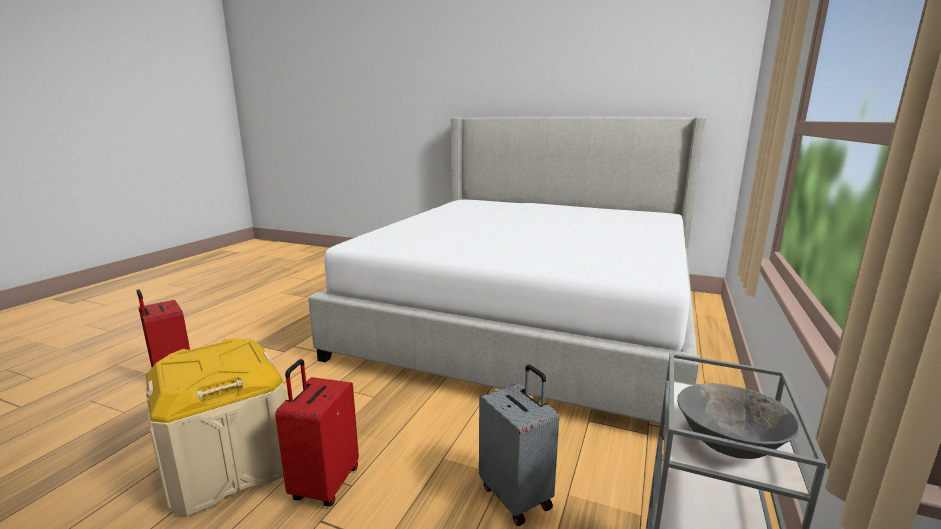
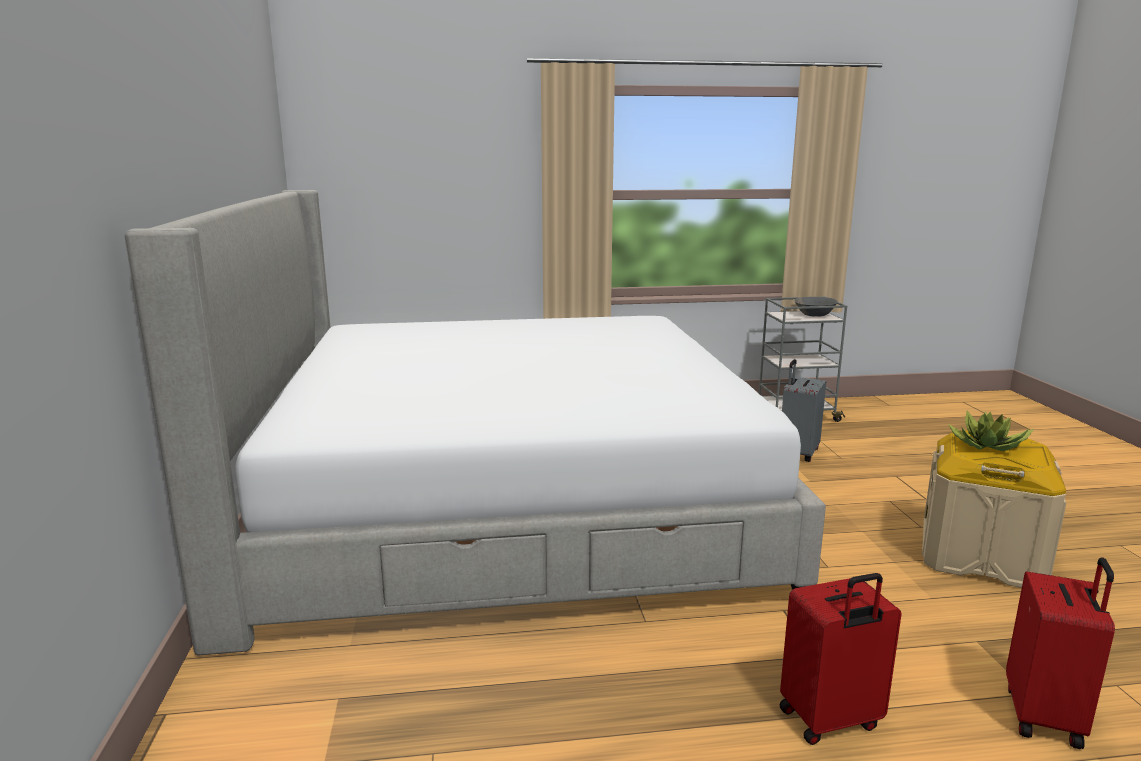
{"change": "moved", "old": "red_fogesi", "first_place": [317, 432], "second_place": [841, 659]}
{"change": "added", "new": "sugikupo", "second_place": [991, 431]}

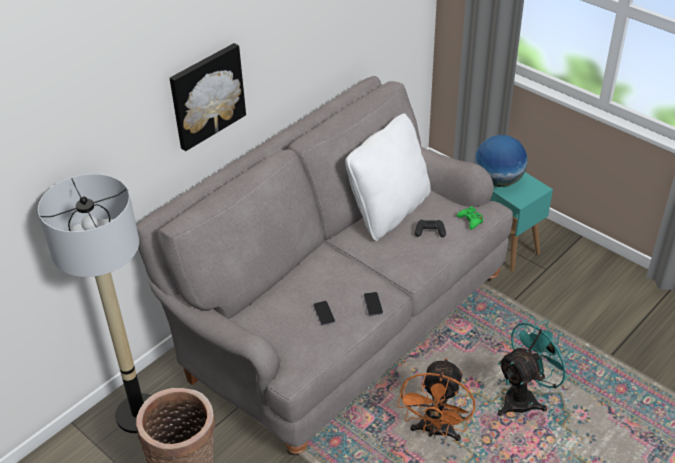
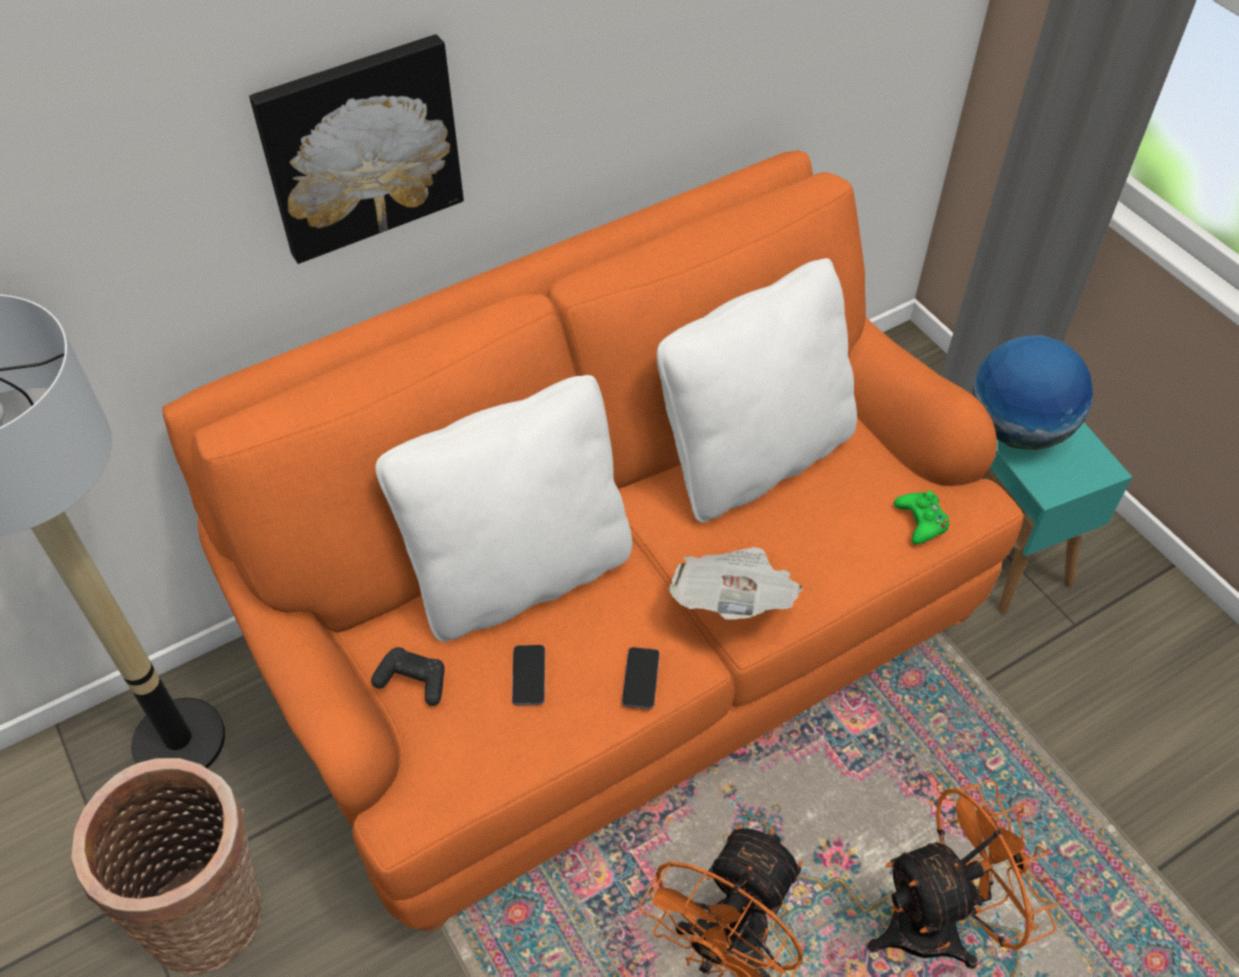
{"change": "recoloured", "old": "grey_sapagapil", "new": "orange_sapagapil", "first_place": [324, 265], "second_place": [593, 541]}
{"change": "moved", "old": "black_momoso", "first_place": [430, 228], "second_place": [408, 676]}
{"change": "added", "new": "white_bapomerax", "second_place": [503, 508]}
{"change": "added", "new": "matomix", "second_place": [735, 583]}
{"change": "recoloured", "old": "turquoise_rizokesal", "new": "orange_rizokesal", "first_place": [536, 366], "second_place": [965, 874]}

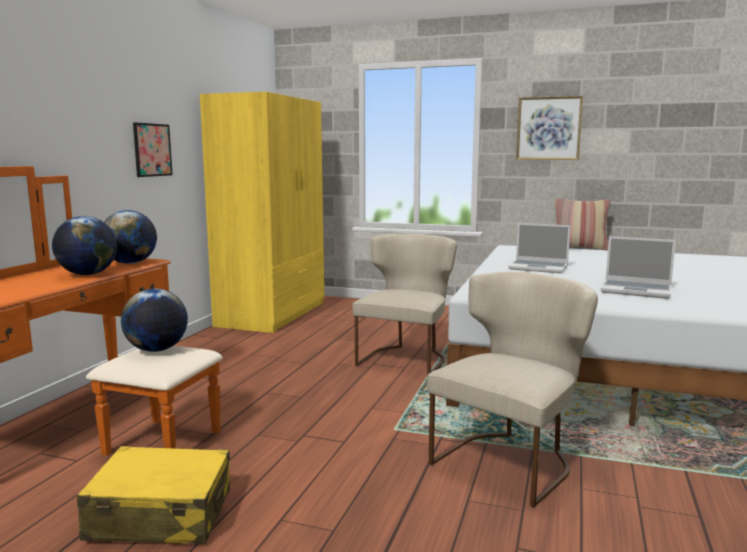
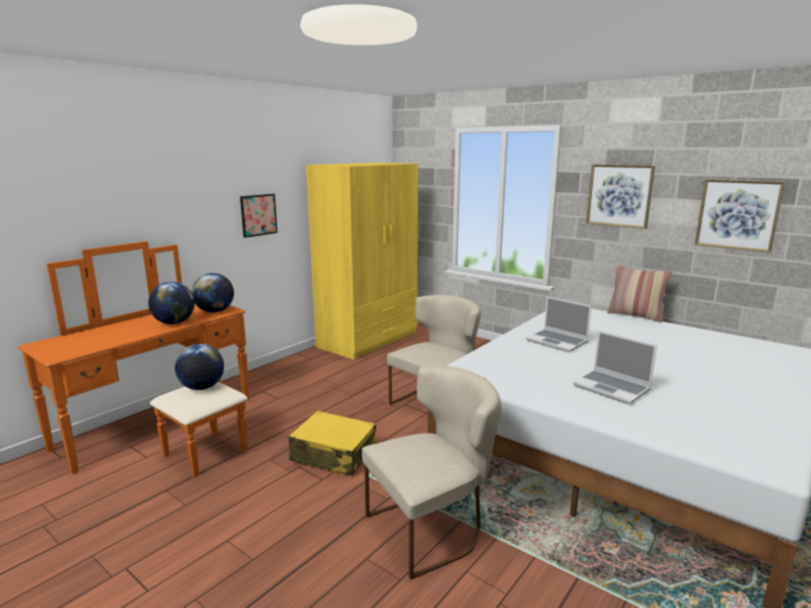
{"change": "moved", "old": "yellow_fogesi", "first_place": [153, 495], "second_place": [332, 443]}
{"change": "added", "new": "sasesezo", "second_place": [740, 216]}

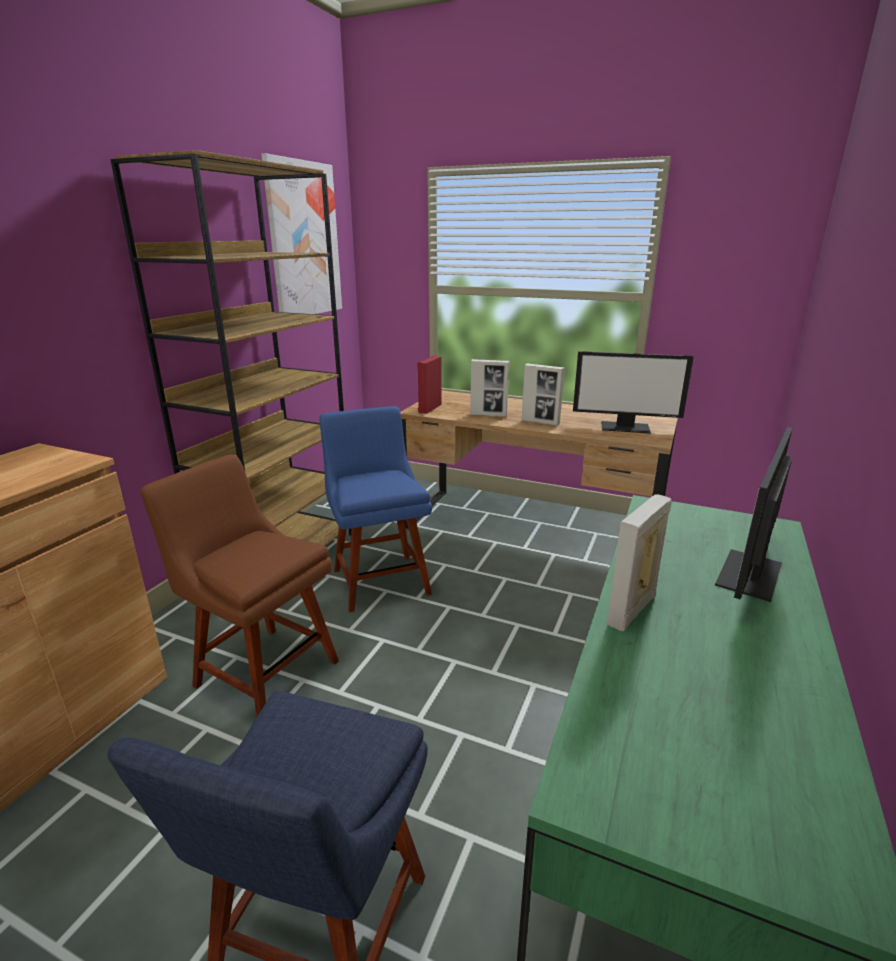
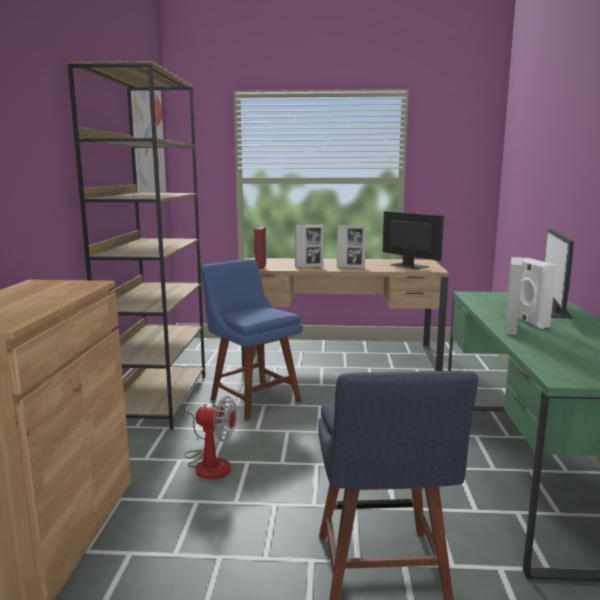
{"change": "replaced", "old": "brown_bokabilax", "new": "rizokesal", "first_place": [239, 585], "second_place": [211, 437]}
{"change": "turned", "old": "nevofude", "first_place": [633, 392], "second_place": [413, 240], "degrees": -120}
{"change": "added", "new": "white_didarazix", "second_place": [537, 293]}

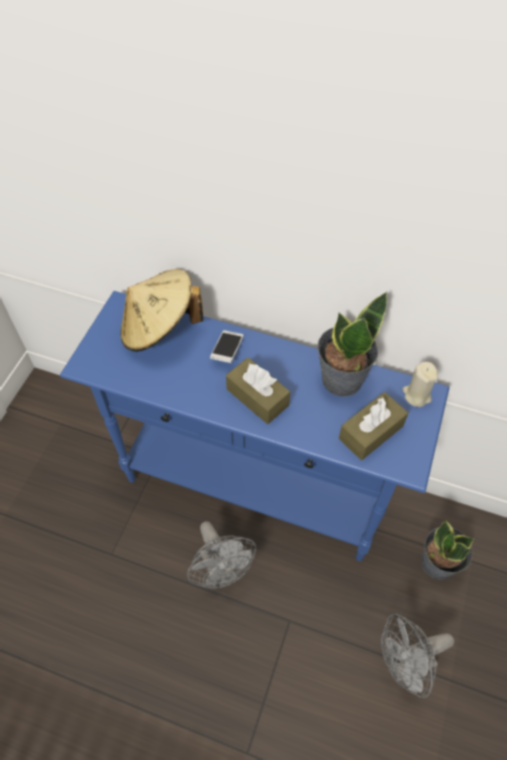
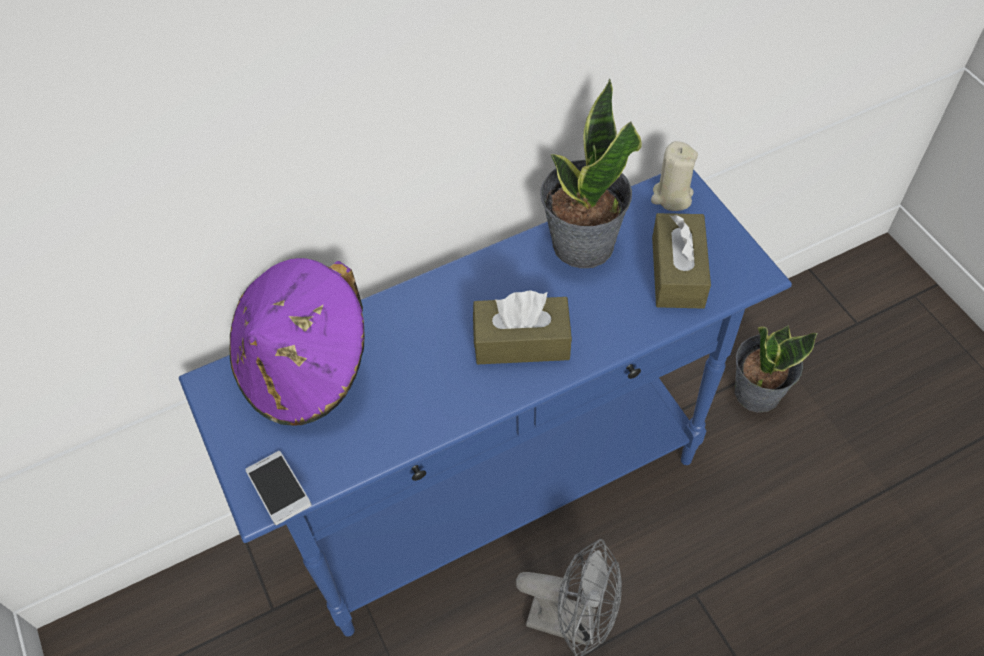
{"change": "recoloured", "old": "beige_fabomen", "new": "purple_fabomen", "first_place": [162, 310], "second_place": [297, 342]}
{"change": "moved", "old": "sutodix", "first_place": [226, 346], "second_place": [278, 488]}
{"change": "removed", "old": "grey_rizokesal", "first_place": [417, 655]}

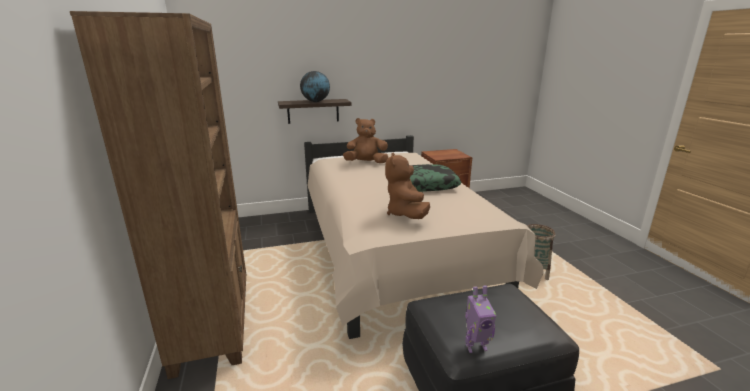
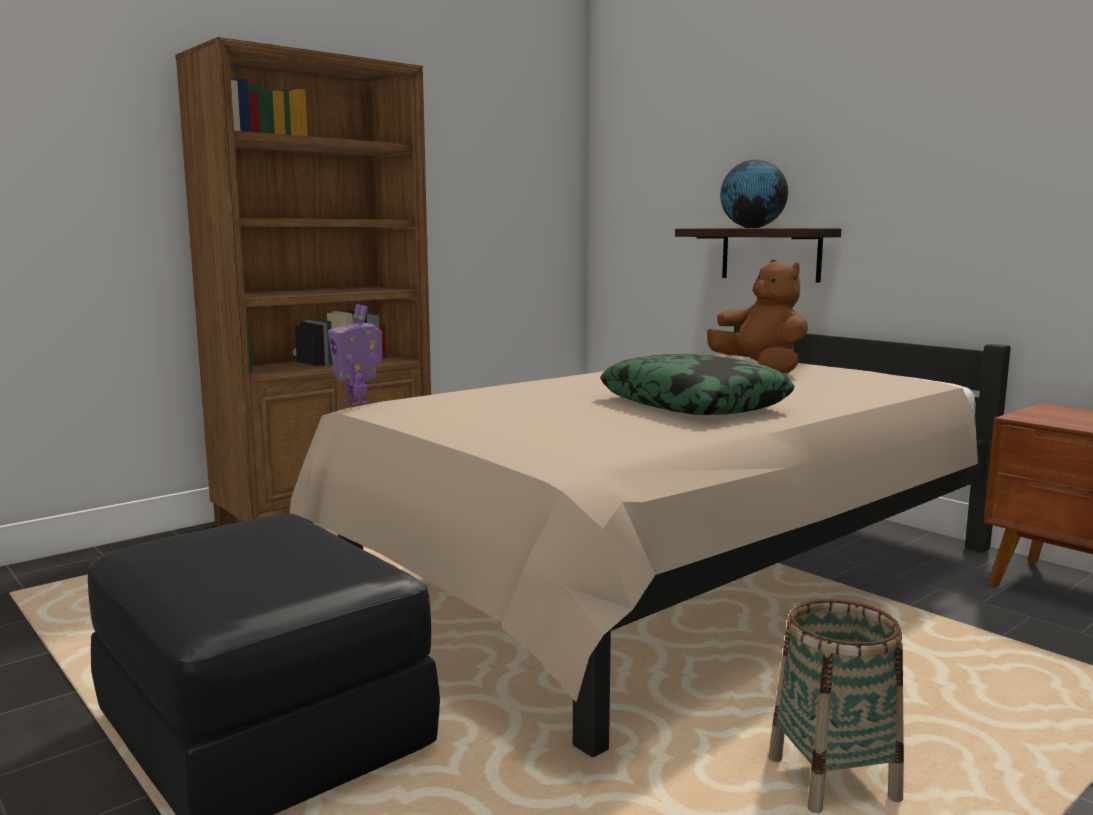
{"change": "moved", "old": "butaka", "first_place": [480, 319], "second_place": [355, 355]}
{"change": "removed", "old": "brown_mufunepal", "first_place": [407, 185]}

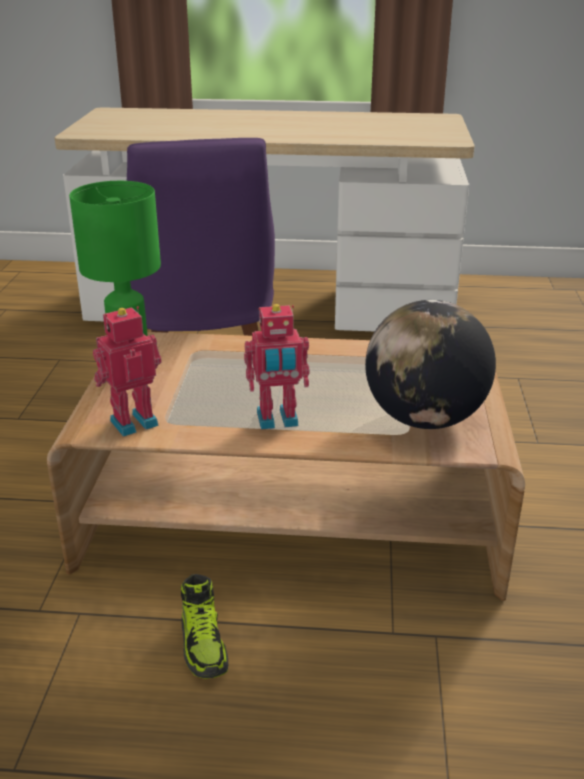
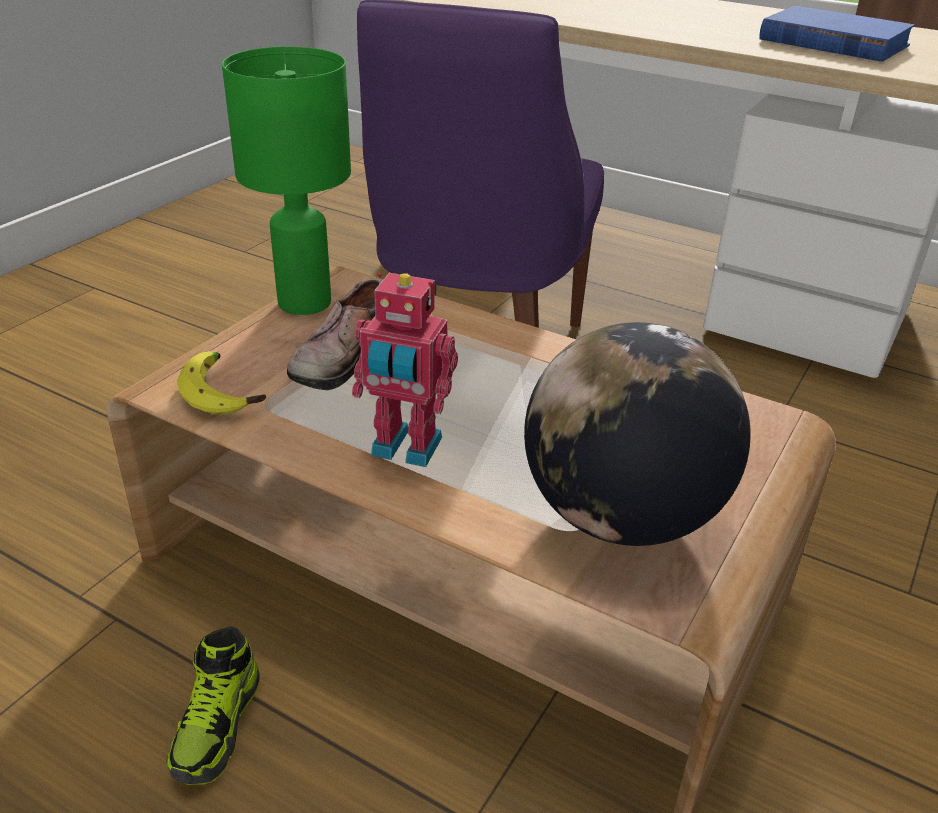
{"change": "replaced", "old": "butaka", "new": "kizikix", "first_place": [127, 371], "second_place": [221, 382]}
{"change": "added", "new": "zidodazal", "second_place": [334, 334]}
{"change": "added", "new": "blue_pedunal", "second_place": [837, 34]}

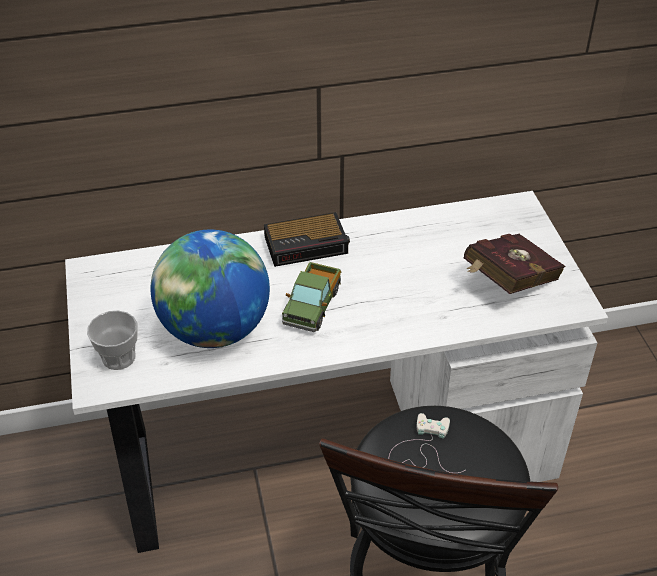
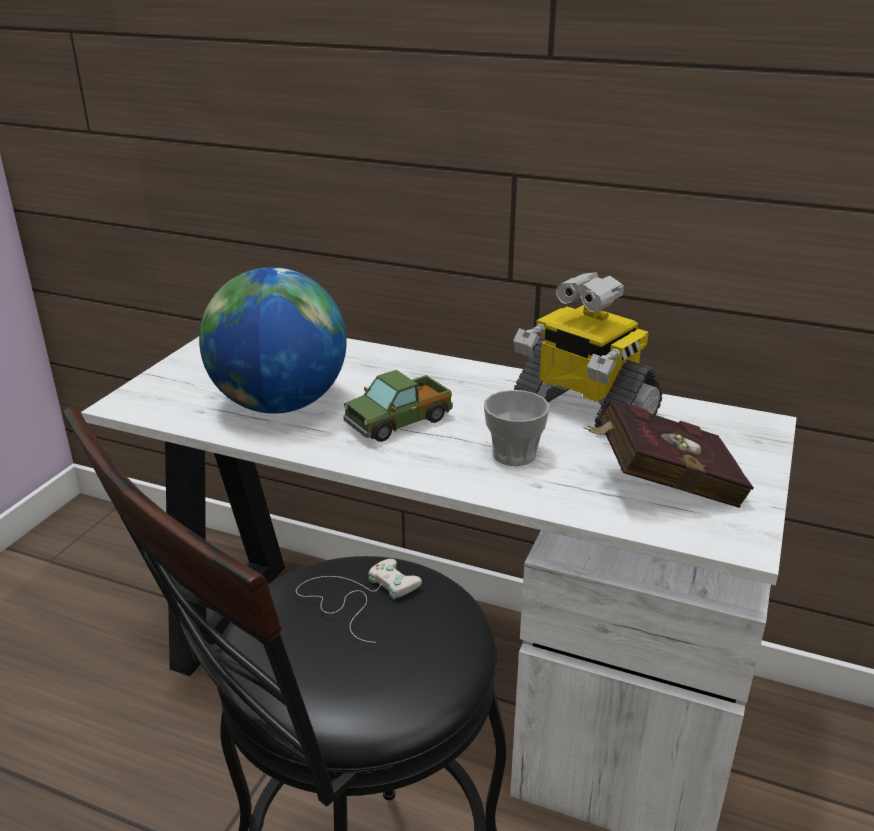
{"change": "moved", "old": "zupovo", "first_place": [112, 340], "second_place": [516, 428]}
{"change": "added", "new": "butaka", "second_place": [588, 353]}
{"change": "removed", "old": "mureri", "first_place": [307, 239]}

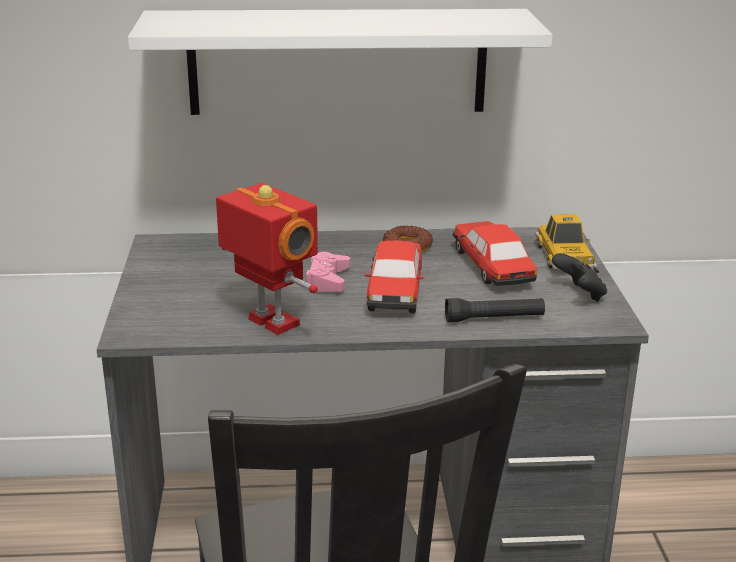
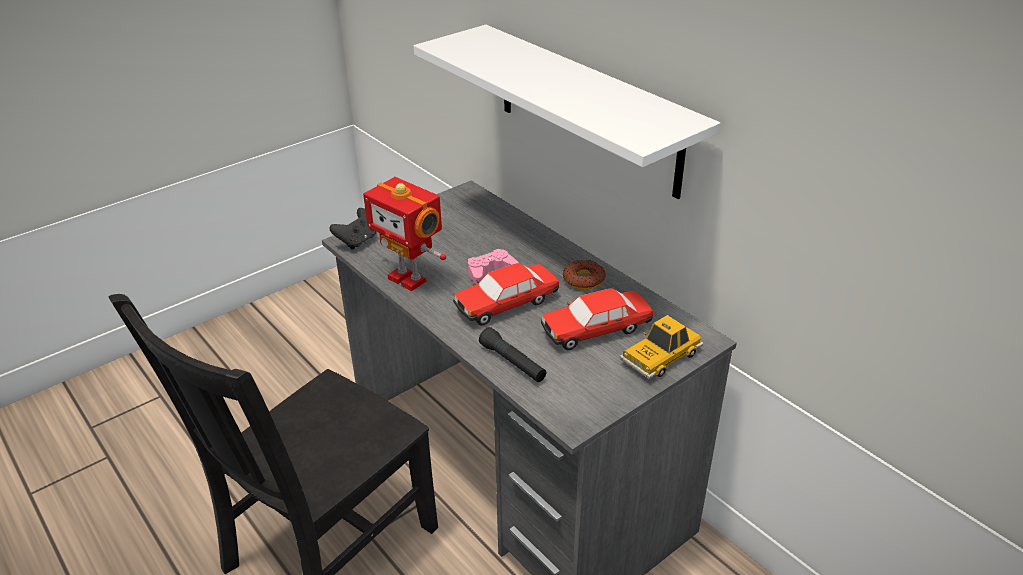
{"change": "moved", "old": "black_momoso", "first_place": [579, 277], "second_place": [352, 229]}
{"change": "turned", "old": "butaka", "first_place": [267, 259], "second_place": [404, 234], "degrees": 120}
{"change": "turned", "old": "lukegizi", "first_place": [495, 253], "second_place": [597, 319], "degrees": -150}

